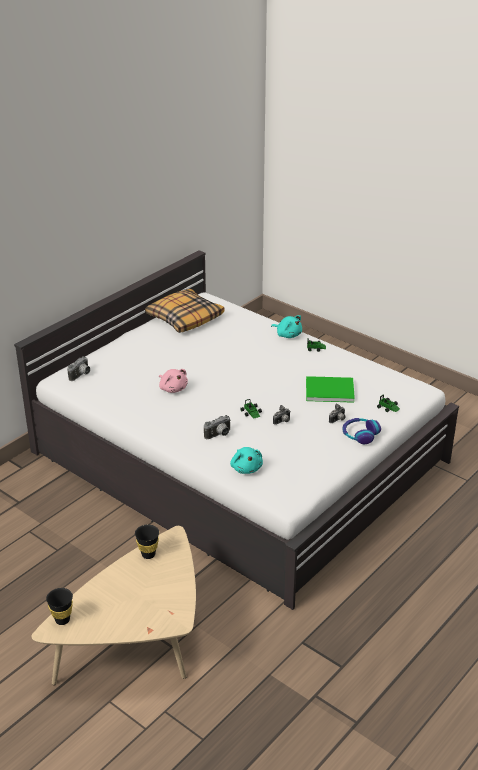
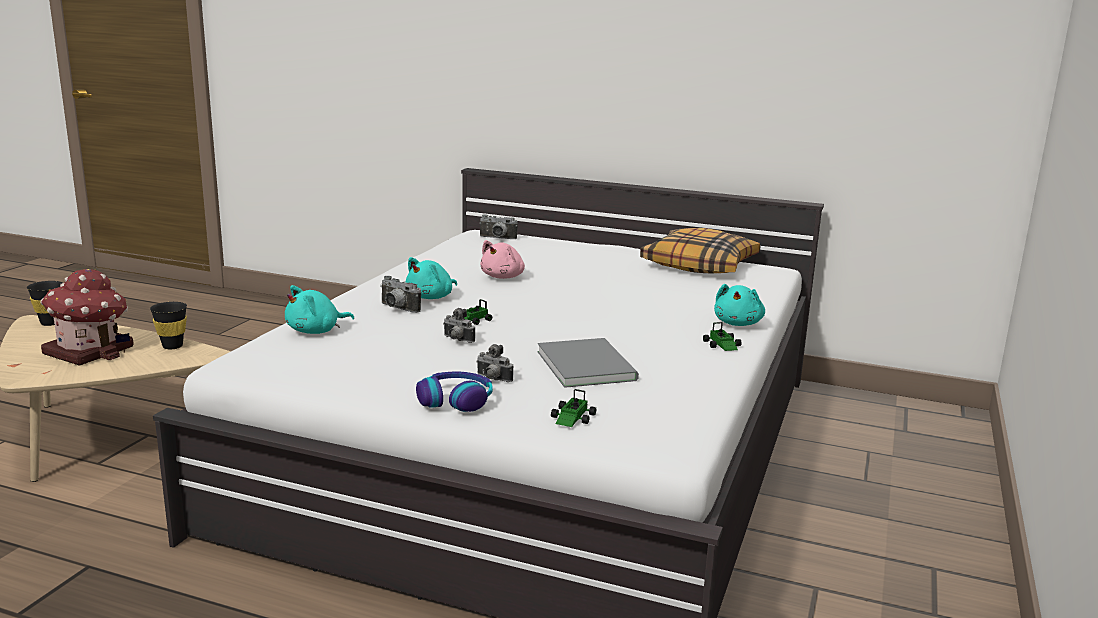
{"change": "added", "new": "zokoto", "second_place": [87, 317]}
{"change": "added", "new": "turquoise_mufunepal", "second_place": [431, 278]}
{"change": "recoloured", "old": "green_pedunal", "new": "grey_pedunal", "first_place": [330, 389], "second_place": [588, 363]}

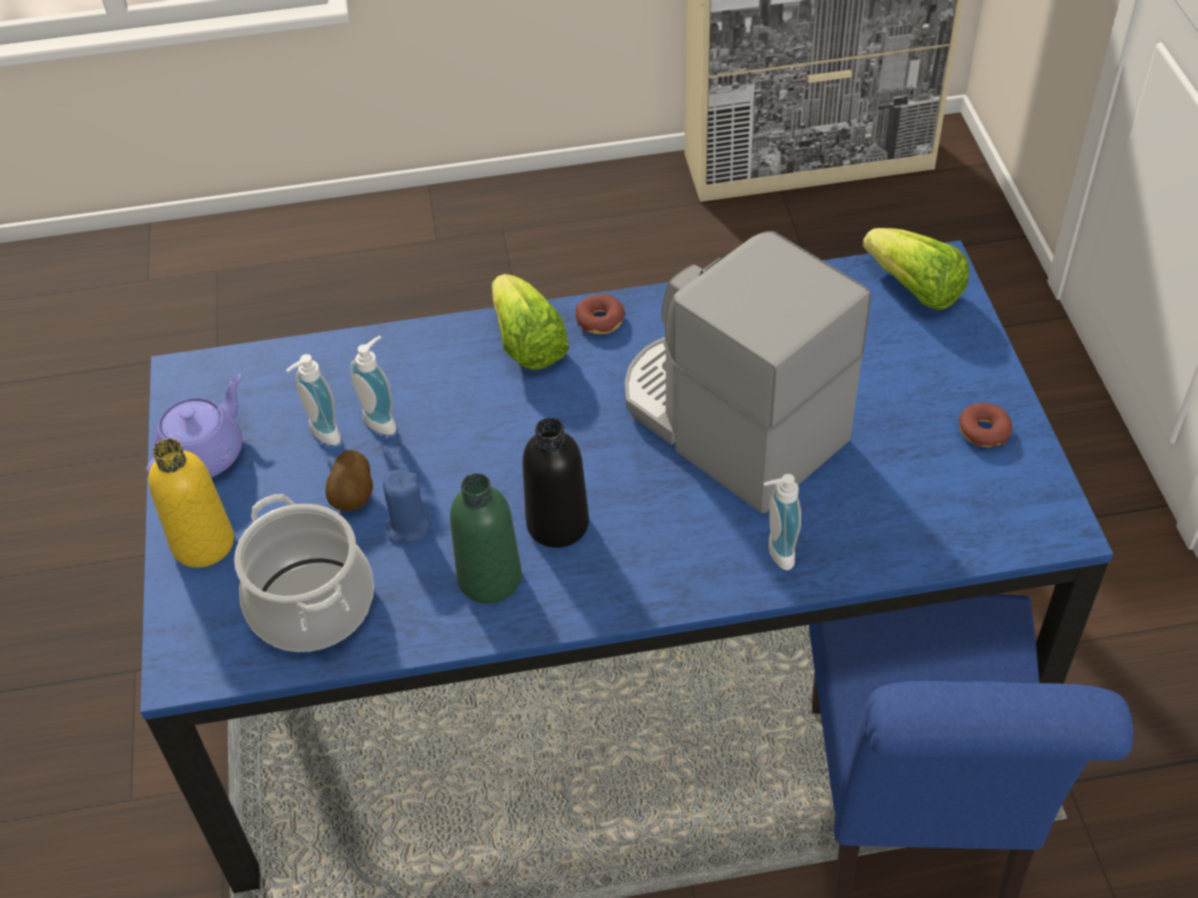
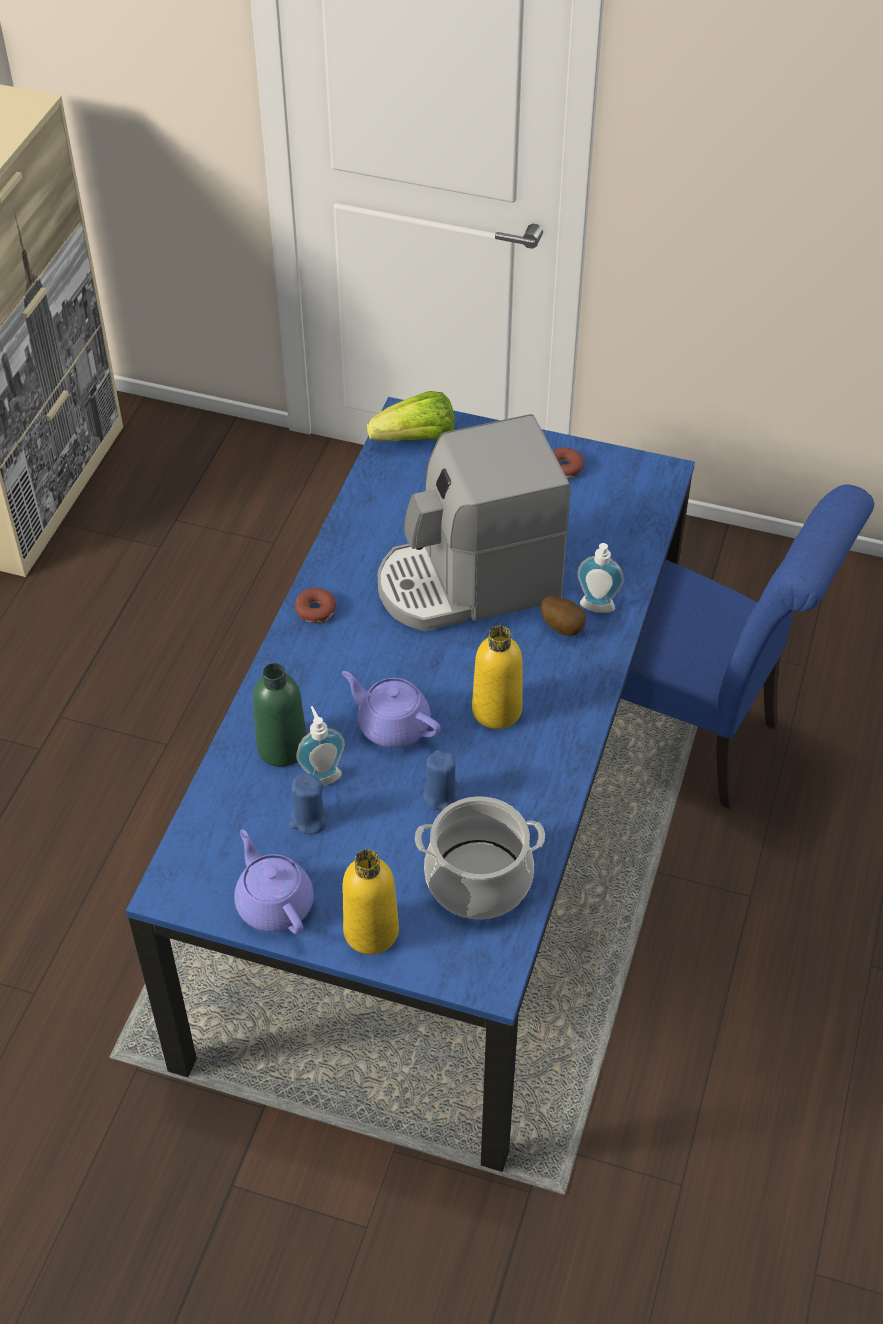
{"change": "moved", "old": "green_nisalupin", "first_place": [486, 538], "second_place": [280, 715]}
{"change": "replaced", "old": "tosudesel", "new": "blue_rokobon", "first_place": [313, 399], "second_place": [309, 803]}
{"change": "added", "new": "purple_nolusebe", "second_place": [391, 709]}
{"change": "recoloured", "old": "black_nisalupin", "new": "yellow_nisalupin", "first_place": [555, 483], "second_place": [497, 677]}
{"change": "moved", "old": "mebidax", "first_place": [349, 480], "second_place": [563, 615]}
{"change": "removed", "old": "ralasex", "first_place": [530, 322]}

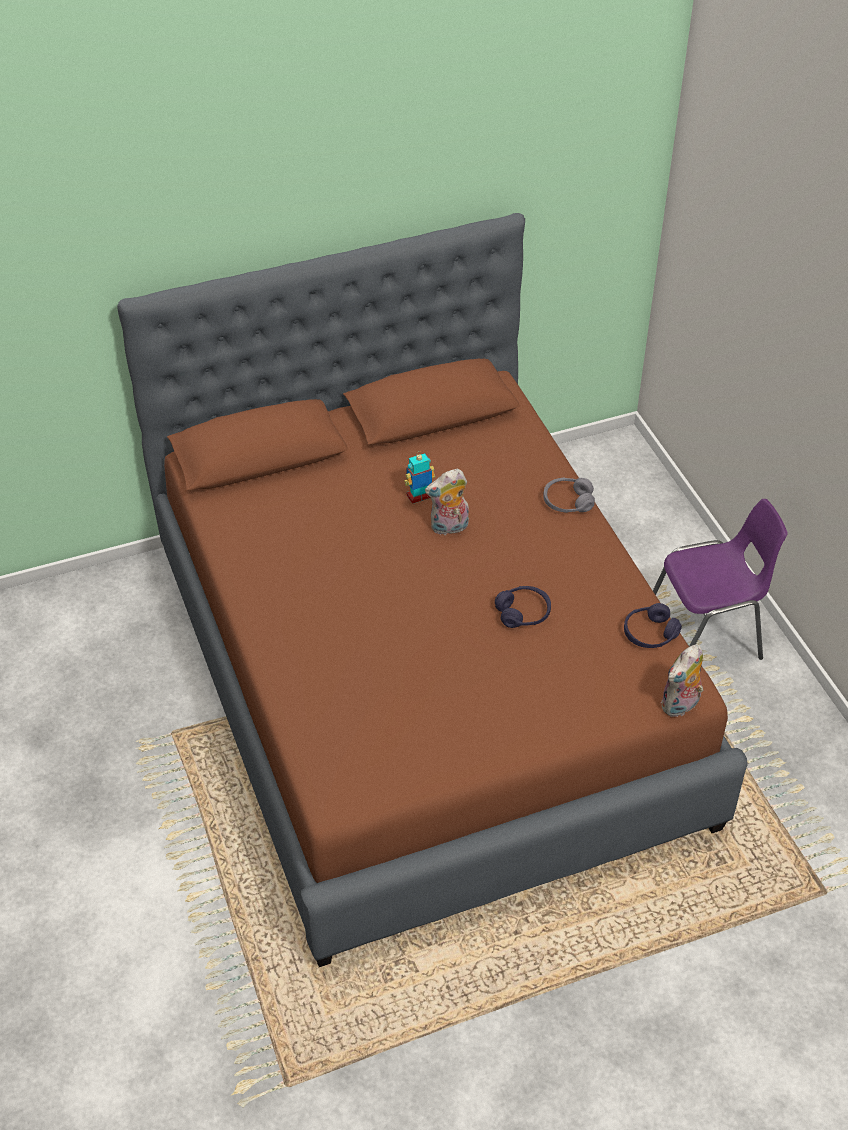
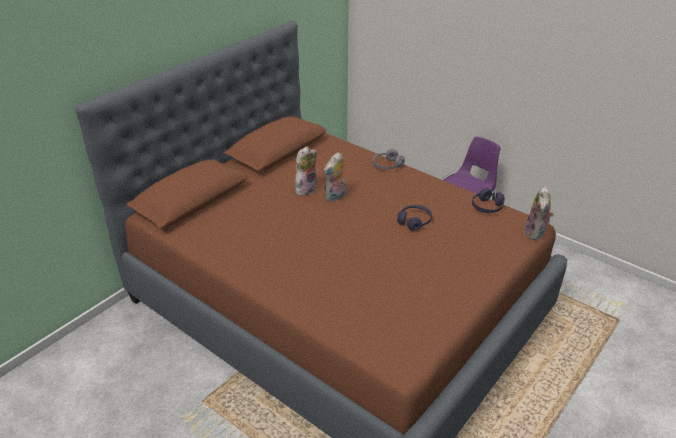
{"change": "replaced", "old": "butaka", "new": "mufunepal", "first_place": [419, 477], "second_place": [306, 171]}

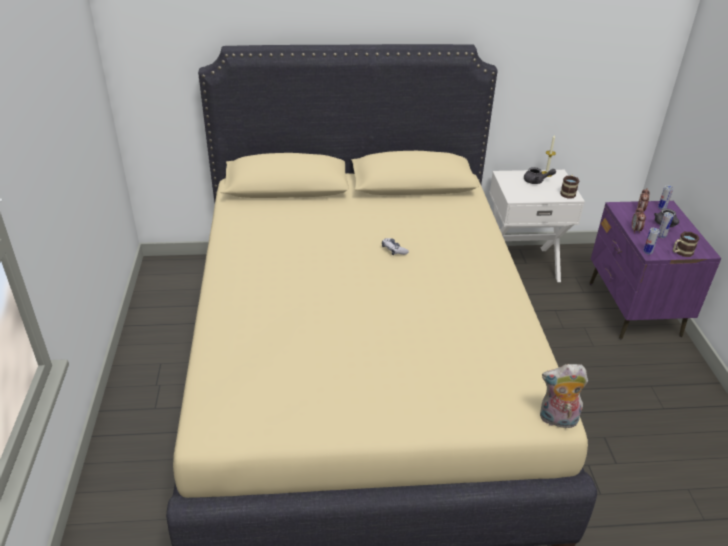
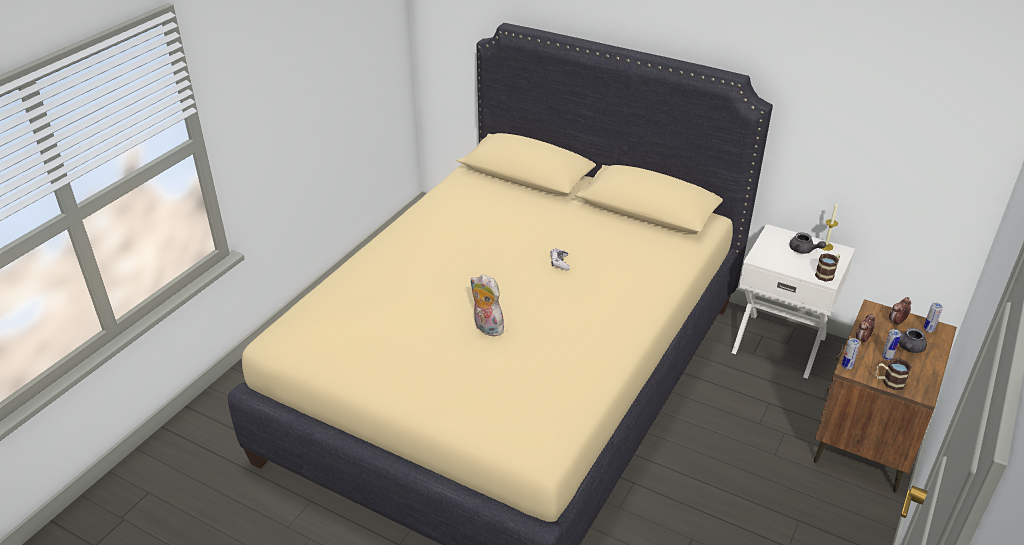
{"change": "moved", "old": "mufunepal", "first_place": [564, 396], "second_place": [487, 305]}
{"change": "recoloured", "old": "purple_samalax", "new": "brown_samalax", "first_place": [655, 270], "second_place": [885, 396]}

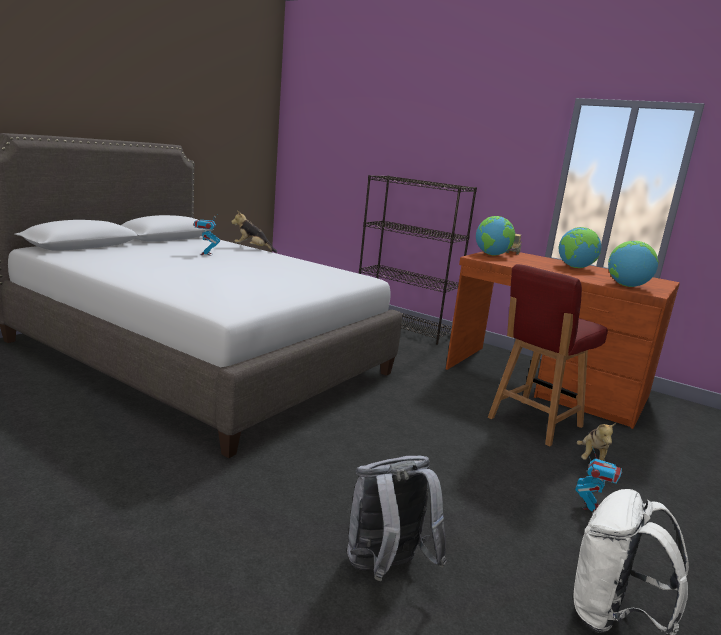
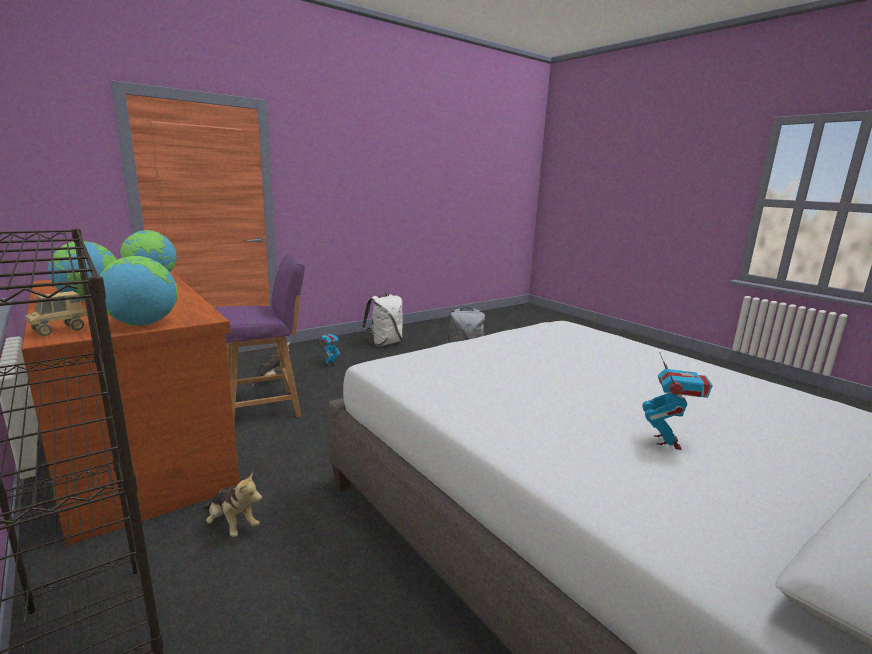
{"change": "moved", "old": "mufunepal", "first_place": [254, 232], "second_place": [232, 504]}
{"change": "recoloured", "old": "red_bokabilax", "new": "purple_bokabilax", "first_place": [548, 355], "second_place": [260, 339]}

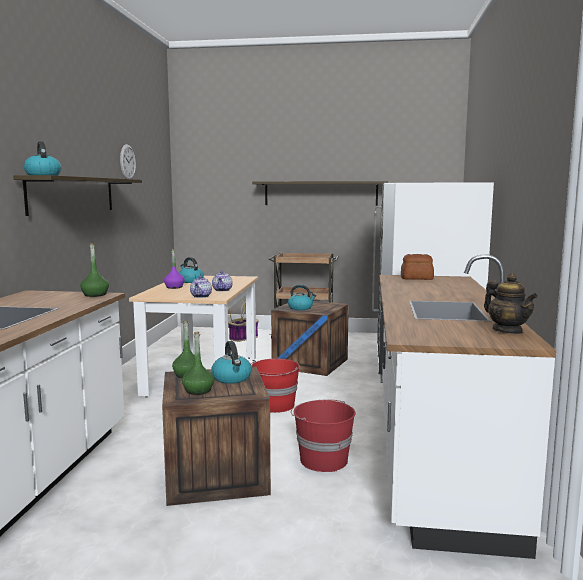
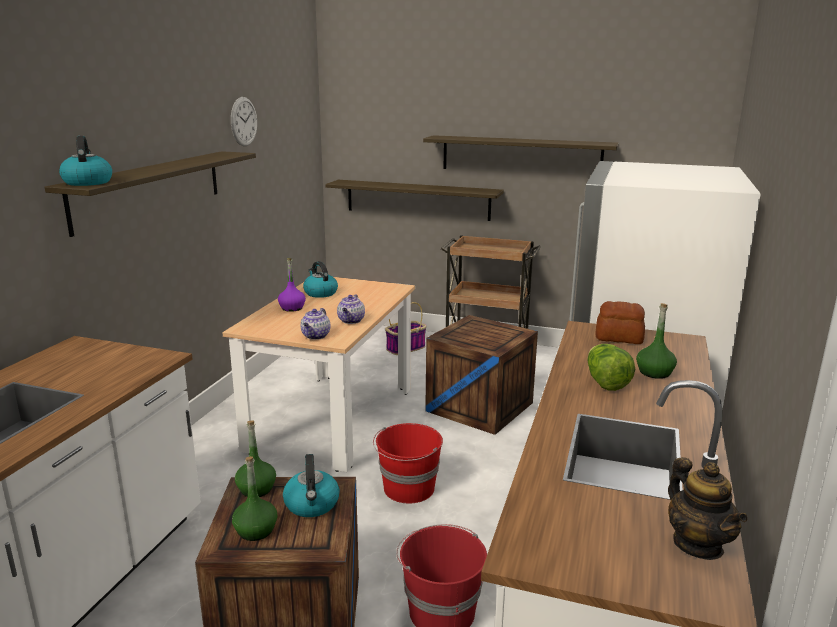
{"change": "added", "new": "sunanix", "second_place": [414, 200]}
{"change": "added", "new": "ralasex", "second_place": [611, 367]}
{"change": "moved", "old": "green_nisalupin", "first_place": [94, 270], "second_place": [656, 341]}
{"change": "removed", "old": "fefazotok", "first_place": [302, 297]}

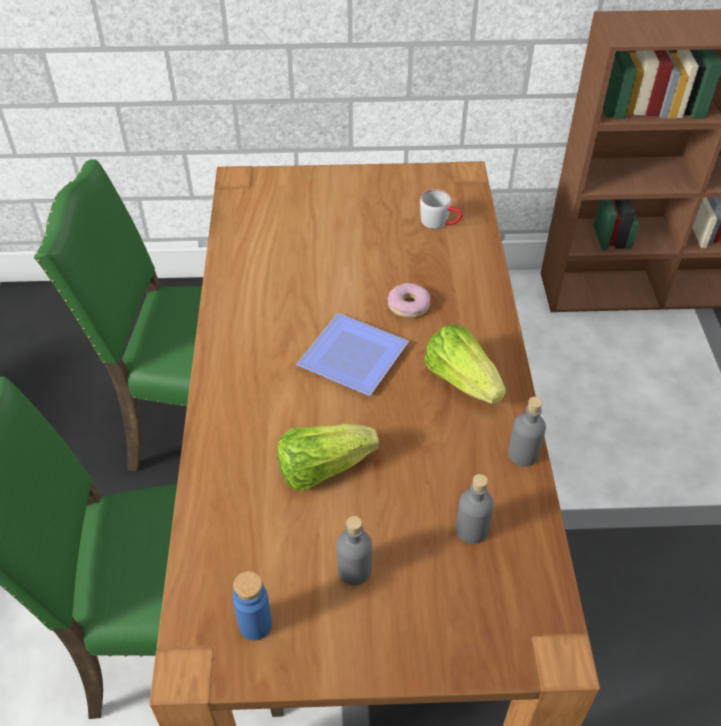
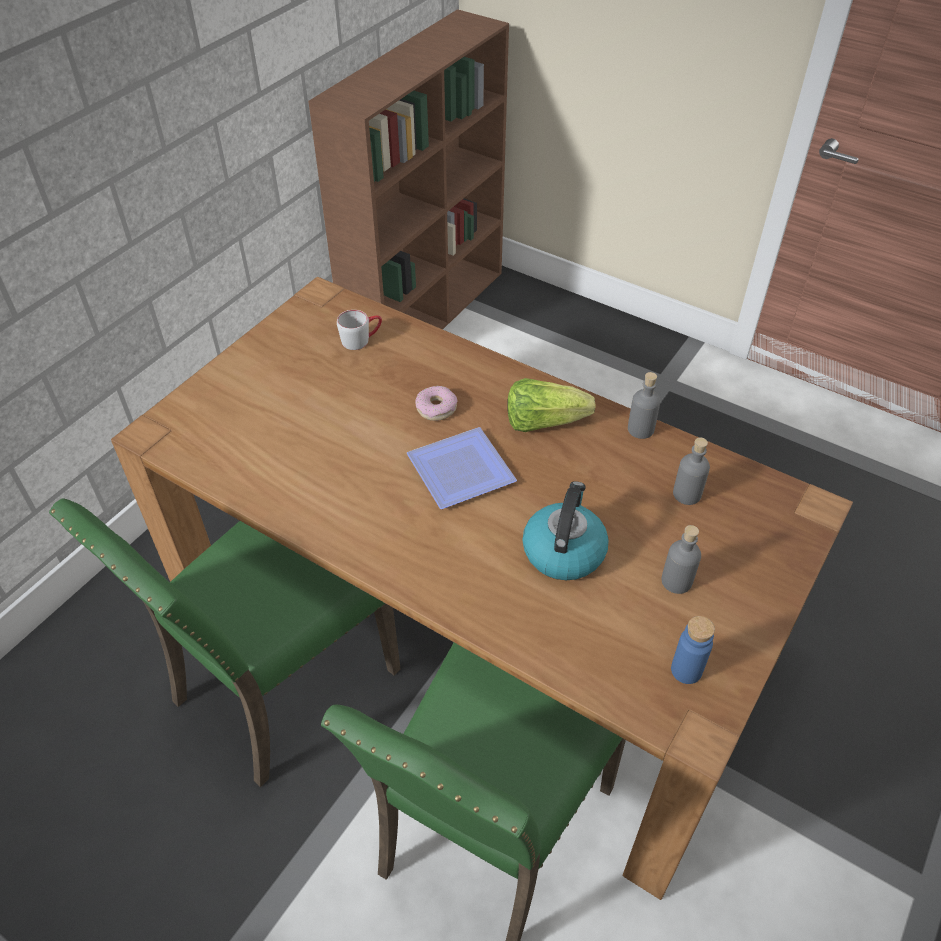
{"change": "replaced", "old": "ralasex", "new": "fefazotok", "first_place": [328, 457], "second_place": [566, 530]}

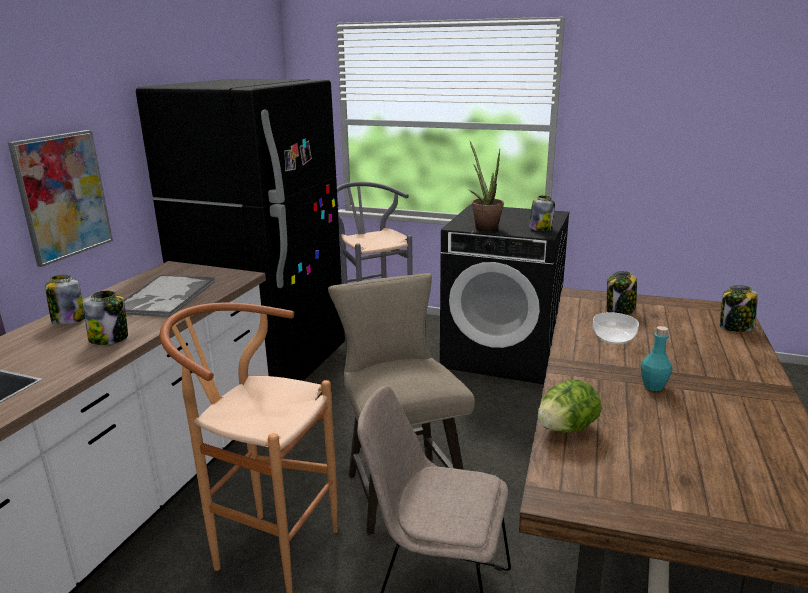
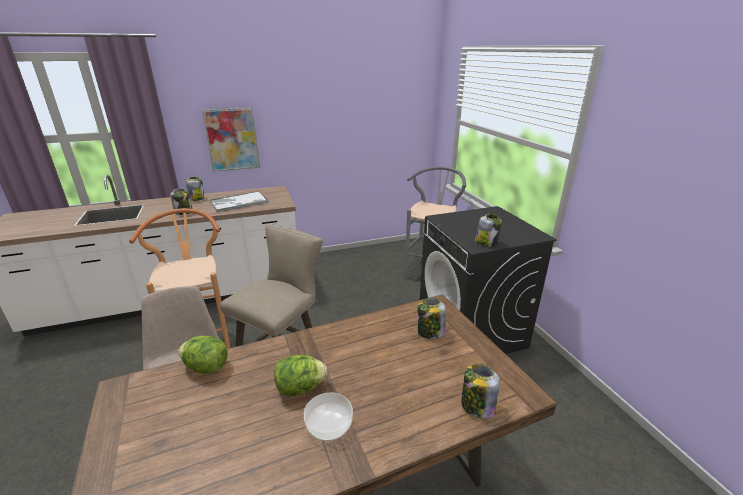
{"change": "replaced", "old": "turquoise_nisalupin", "new": "ralasex", "first_place": [656, 358], "second_place": [300, 375]}
{"change": "moved", "old": "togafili", "first_place": [616, 328], "second_place": [328, 417]}
{"change": "removed", "old": "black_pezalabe", "first_place": [240, 230]}
{"change": "removed", "old": "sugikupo", "first_place": [486, 186]}

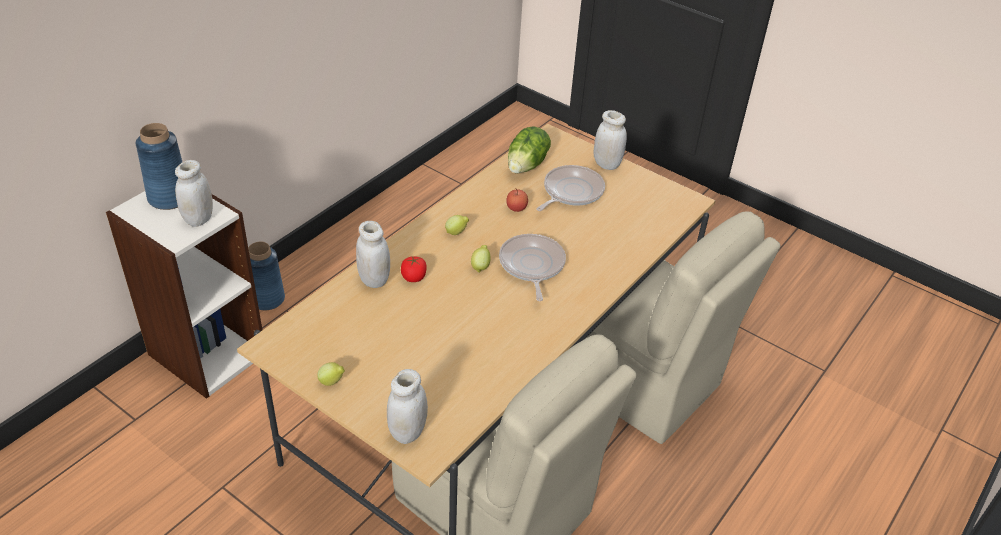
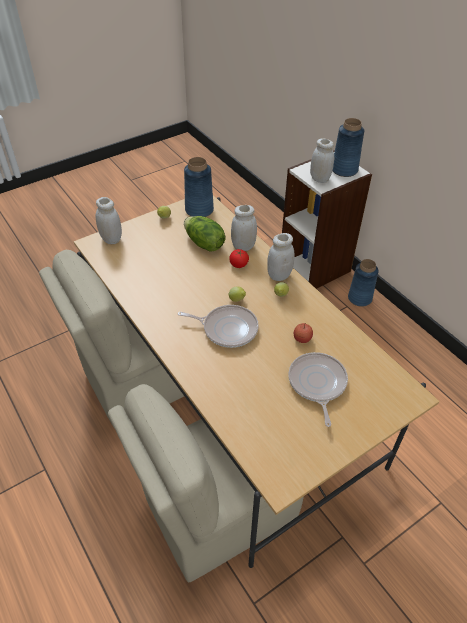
{"change": "added", "new": "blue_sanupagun", "second_place": [199, 187]}
{"change": "moved", "old": "ralasex", "first_place": [529, 149], "second_place": [204, 234]}
{"change": "moved", "old": "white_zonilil", "first_place": [610, 140], "second_place": [280, 257]}
{"change": "turned", "old": "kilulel", "first_place": [570, 188], "second_place": [318, 389], "degrees": -150}

